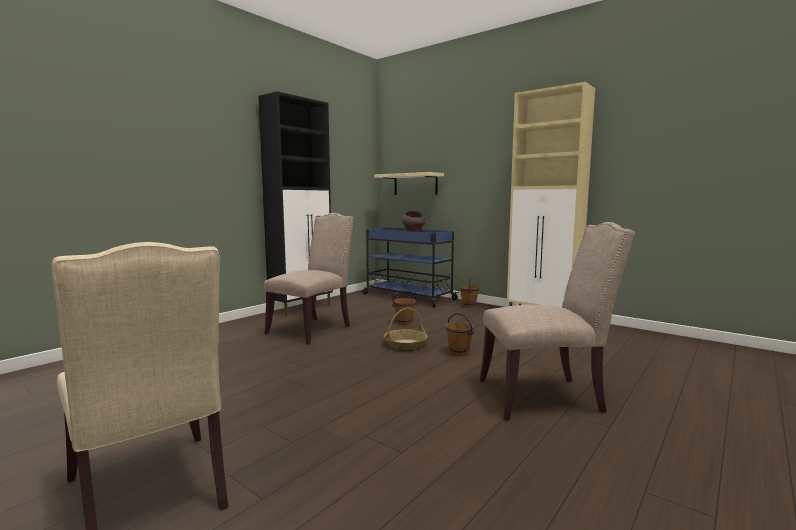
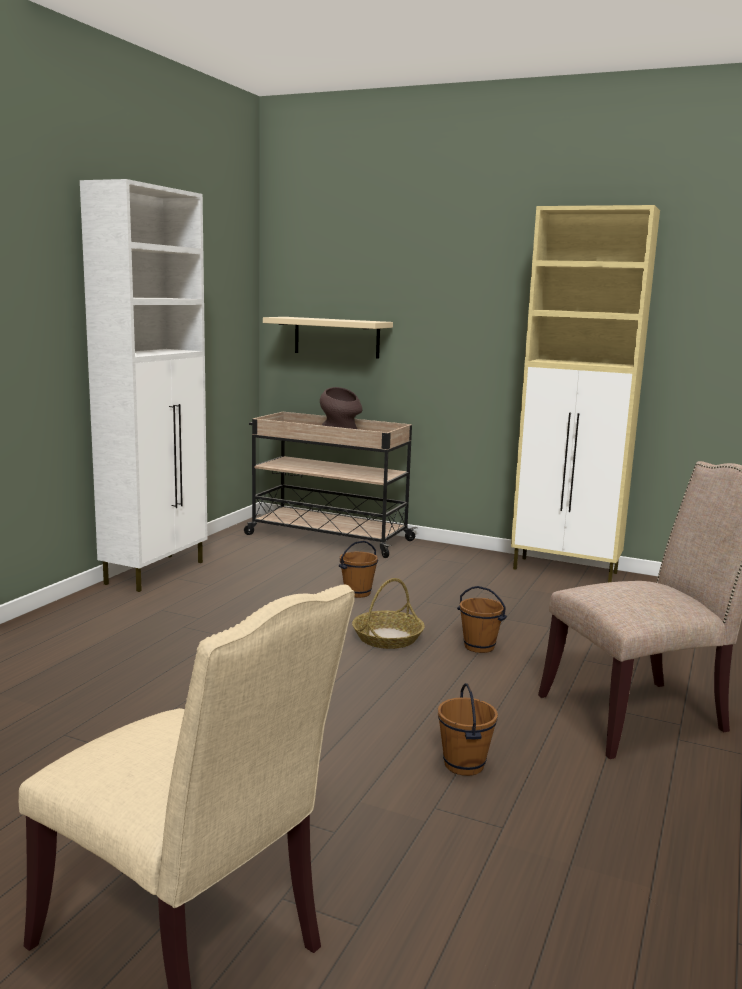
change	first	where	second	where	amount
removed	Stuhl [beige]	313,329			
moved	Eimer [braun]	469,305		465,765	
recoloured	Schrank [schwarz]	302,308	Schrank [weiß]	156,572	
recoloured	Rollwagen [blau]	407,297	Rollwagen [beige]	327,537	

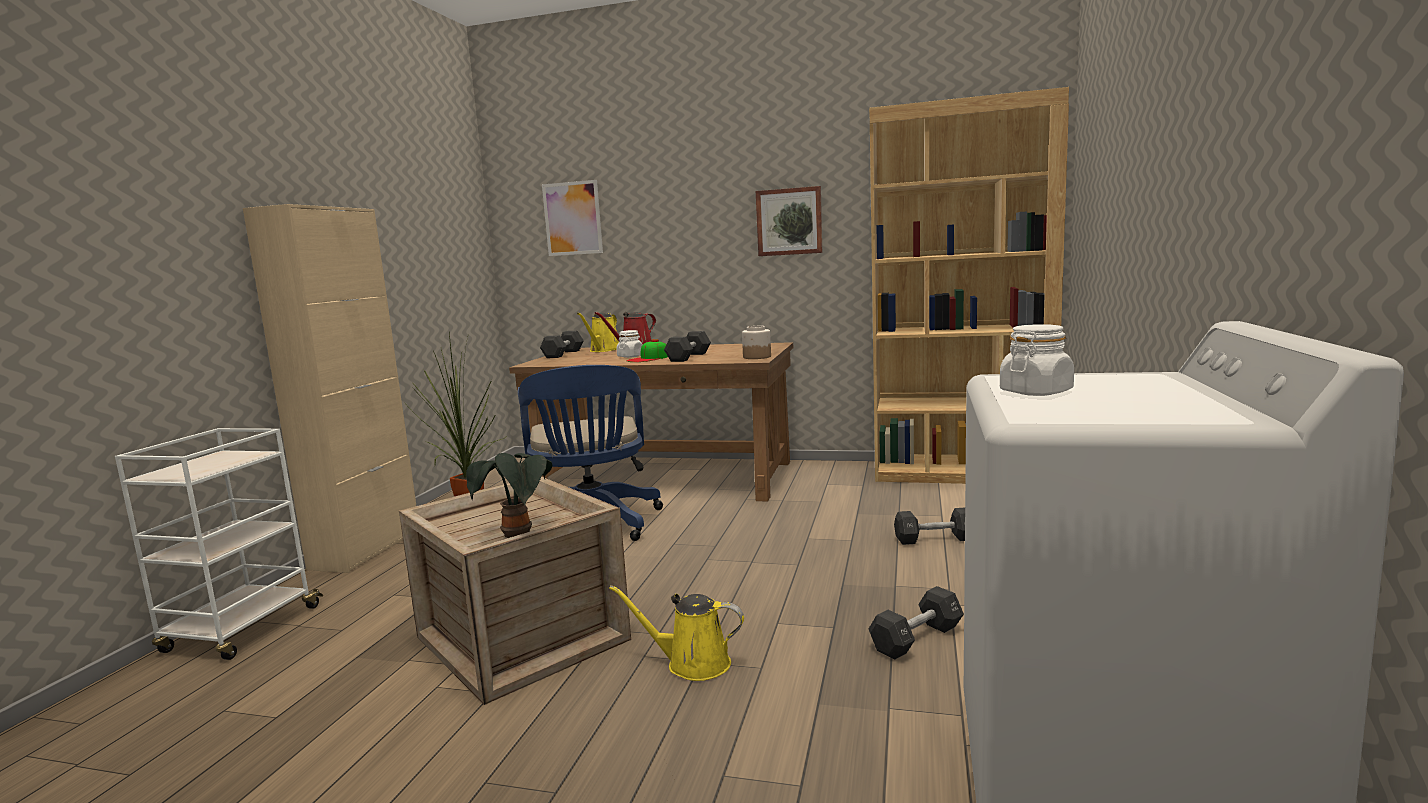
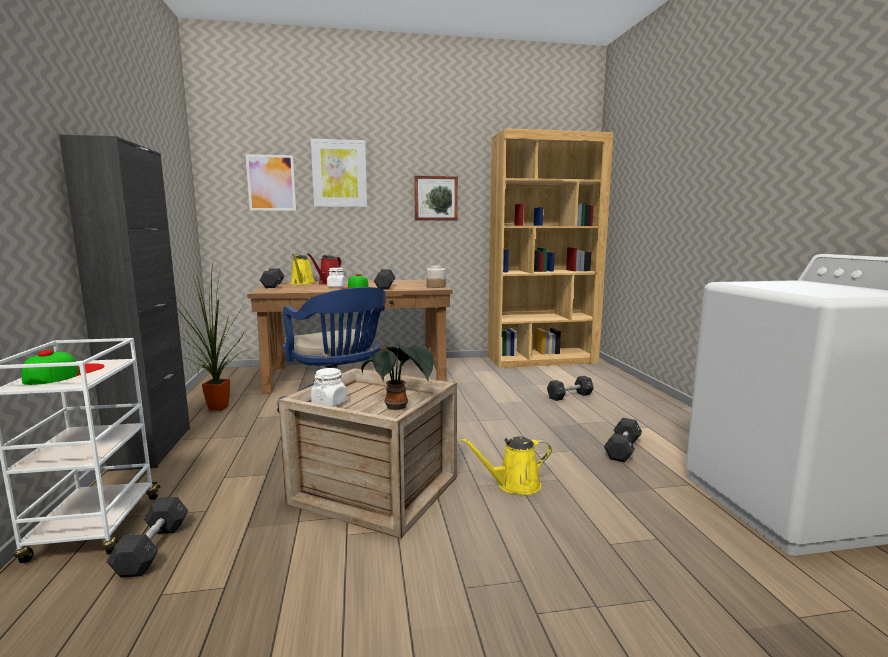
change	first	where	second	where	amount
added			Kappe	64,373	
added			Hantel [grau]	152,549	
added			Bild	339,173	
moved	Vorratsglas [weiß]	1036,392		329,403	
recoloured	Schrank [beige]	366,549	Schrank [schwarz]	152,448	

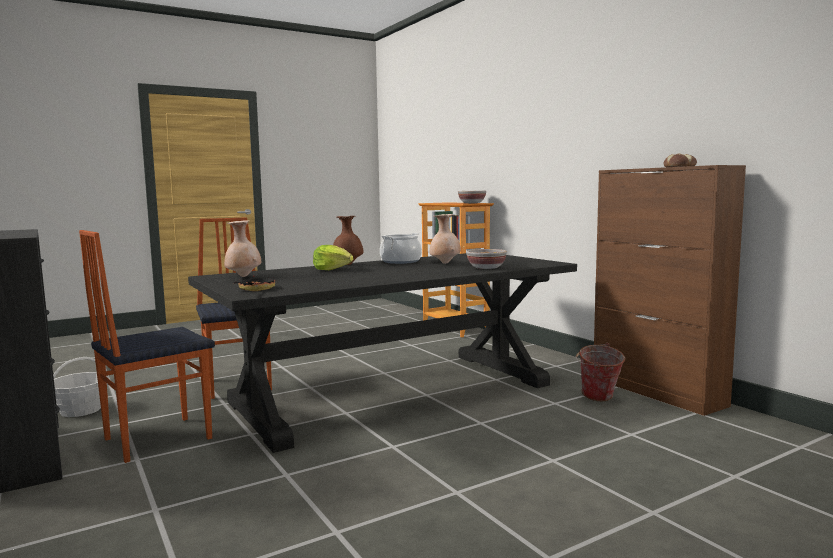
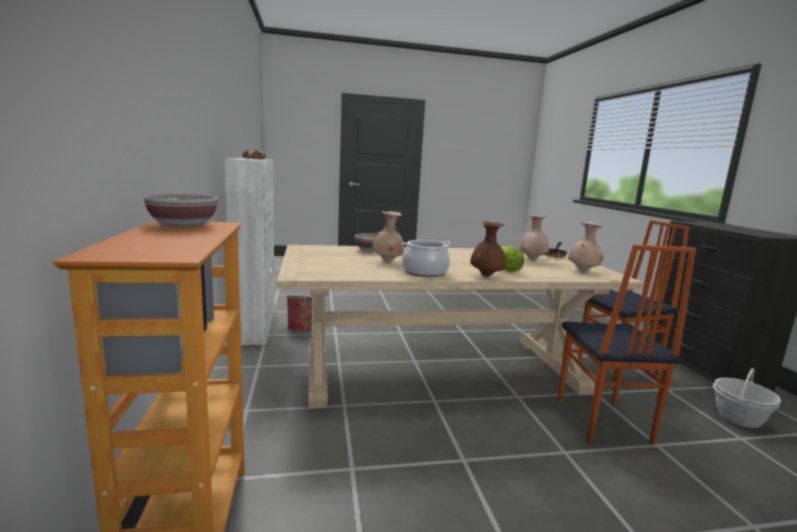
change	first	where	second	where	amount
added			Vase [beige]	532,260	
recoloured	Esstisch [schwarz]	393,393	Esstisch [beige]	441,368	
recoloured	Schrank [braun]	657,392	Schrank [weiß]	255,325	

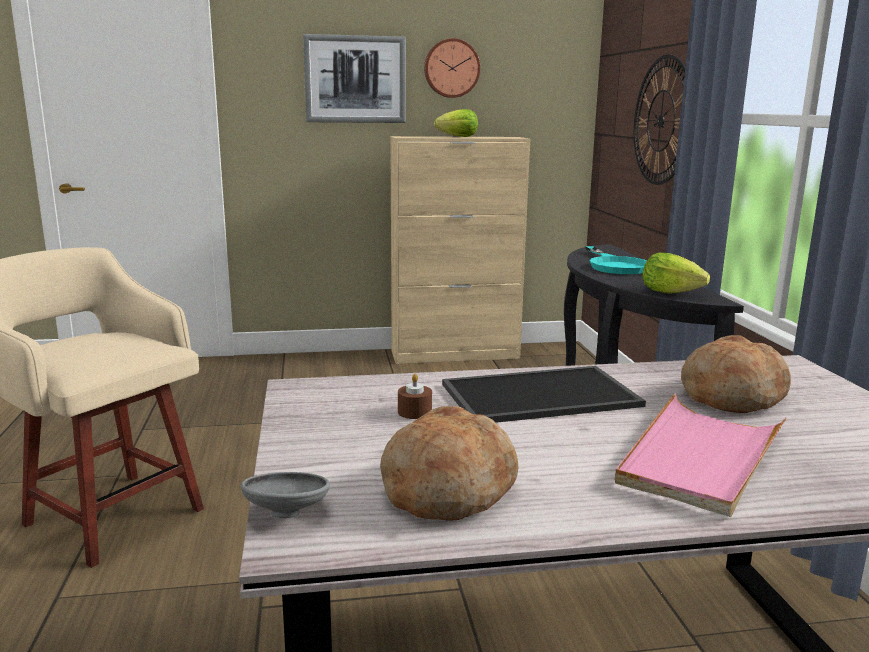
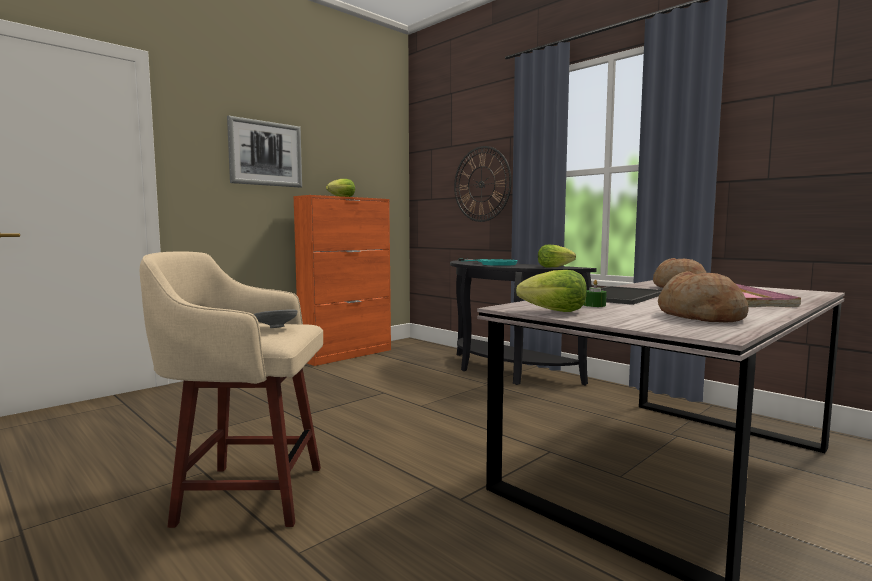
change	first	where	second	where	amount
removed	Wanduhr	451,68			
added			Salatkopf	554,311	
moved	Schüssel [grau]	288,512		276,328	
recoloured	Schrank [beige]	456,354	Schrank [orange]	347,355	
recoloured	Kerze [braun]	414,412	Kerze [grün]	594,305	

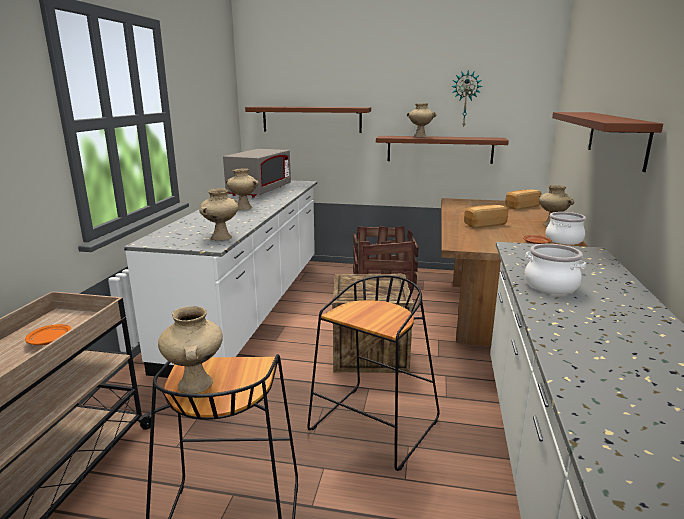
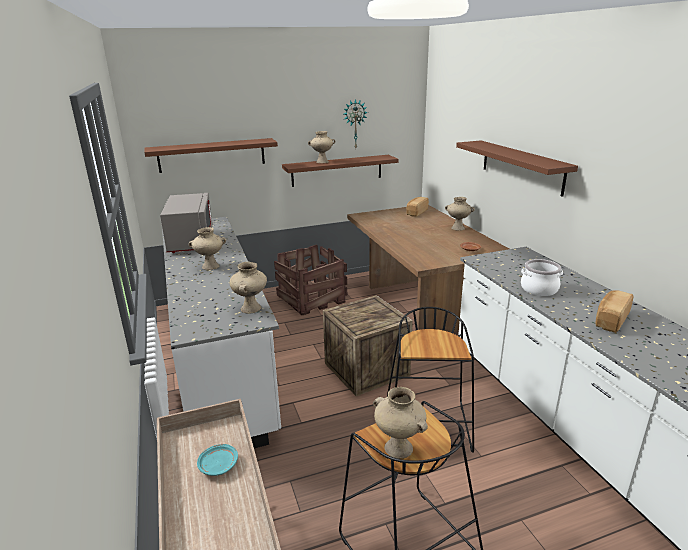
change	first	where	second	where	amount
removed	Kochtopf	564,240			
moved	Brot	484,224		610,320	
recoloured	Teller [orange]	50,341	Teller [türkis]	218,465	

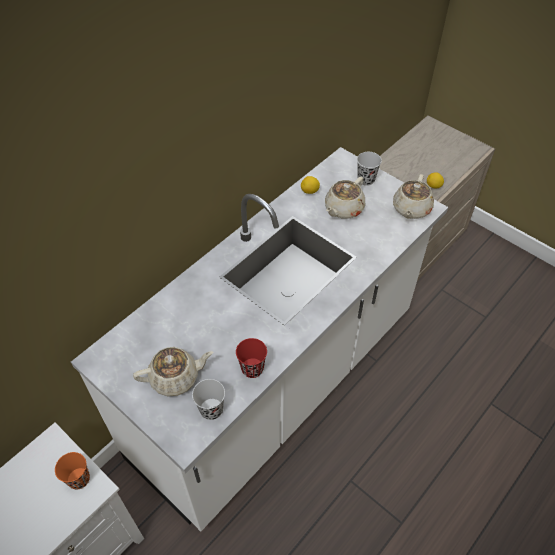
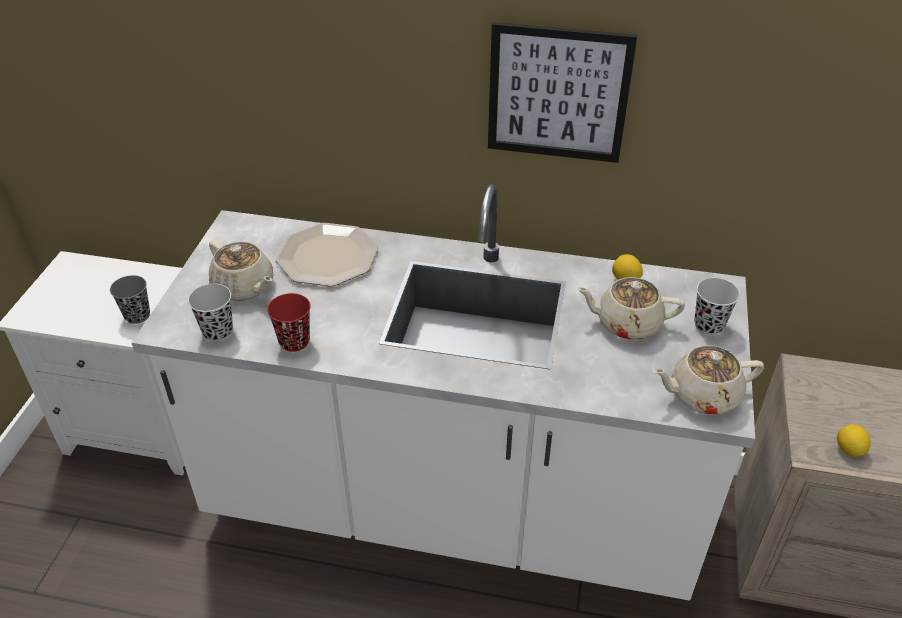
change	first	where	second	where	amount
added			Teller	327,257	
added			Bild	558,93	
recoloured	Tasse [orange]	79,479	Tasse [grau]	137,315	

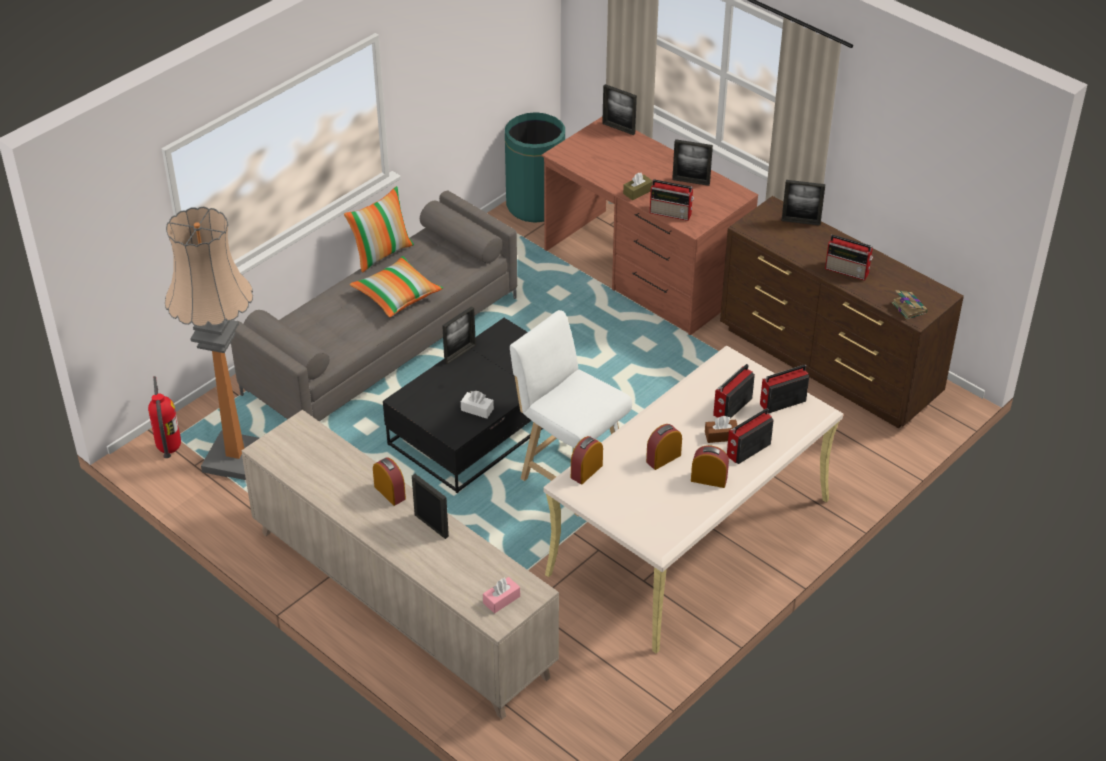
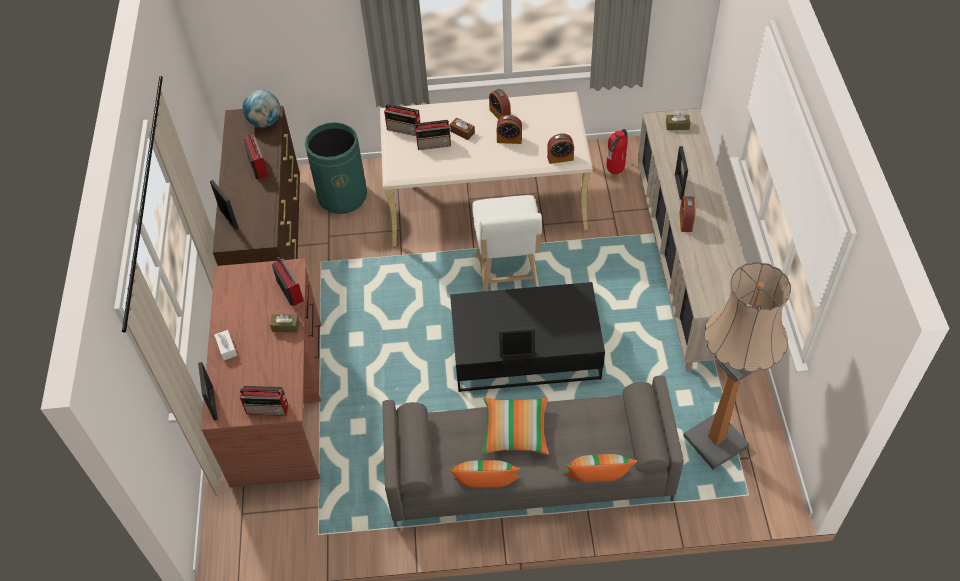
change	first	where	second	where	amount
removed	Bilderrahmen	691,181			
added			Kissen	597,482	
moved	Feuerlöscher	169,449		615,171	
moved	Taschentuchbox [weiß]	477,409		227,348	
moved	Mülleimer [grün]	535,205		342,196	
moved	Radio	747,450		268,409	
replaced	Buch	908,307	Globus	265,122	
recoloured	Taschentuchbox [rosa]	501,600	Taschentuchbox [braun]	677,126	

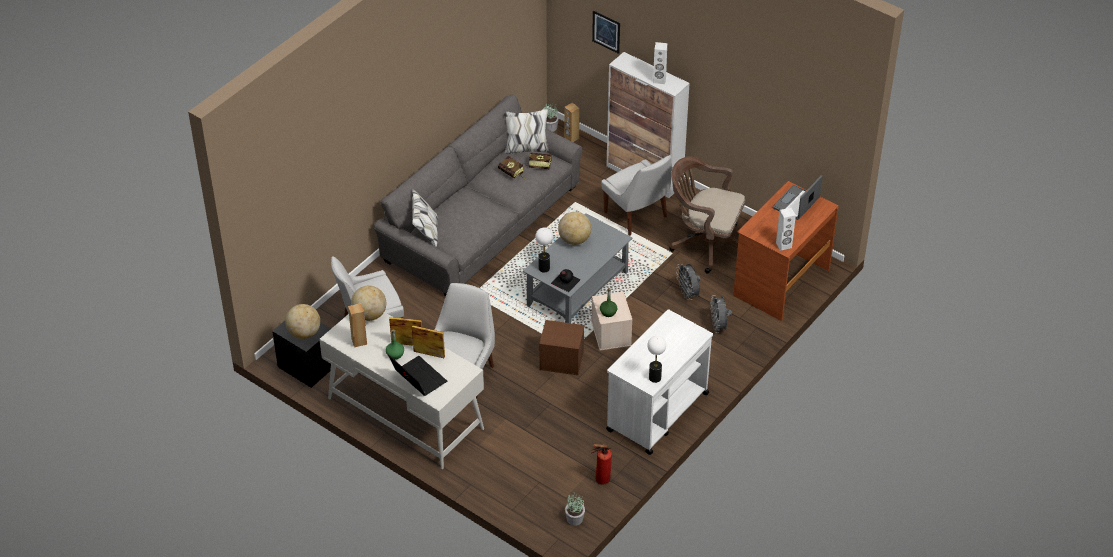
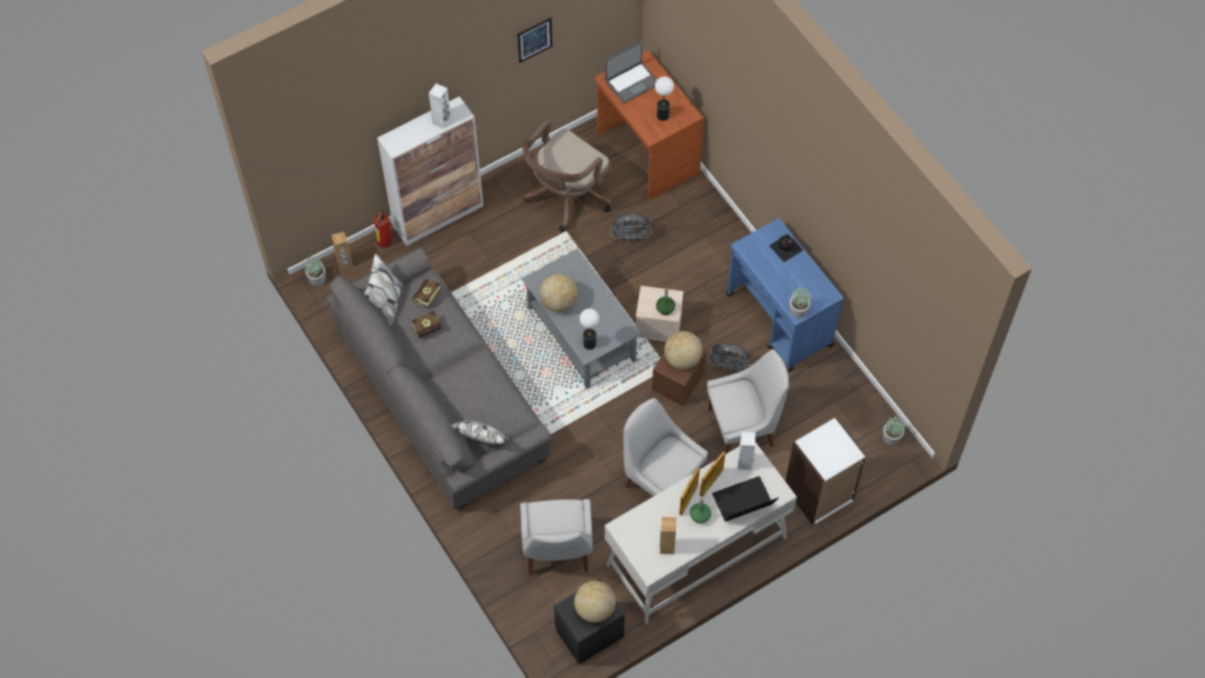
change	first	where	second	where	amount
added			Bücherregal [weiß]	819,494	
added			Topfpflanze	798,311	
moved	Globus	369,315		682,359	
moved	Flasche [schwarz]	565,281		785,248	
moved	Feuerlöscher	600,480		384,244	
moved	Bild	606,31		534,40	
moved	Stuhl [weiß]	637,216		743,427	
moved	Tischlampe	654,378		663,116	
moved	Ventilator [grau]	719,327		729,367	
moved	Lautsprecher [weiß]	783,245		745,462	
recoloured	Rollwagen [weiß]	657,412	Rollwagen [blau]	779,320	
turned	Laptop	796,204		631,82	90 degrees counterclockwise

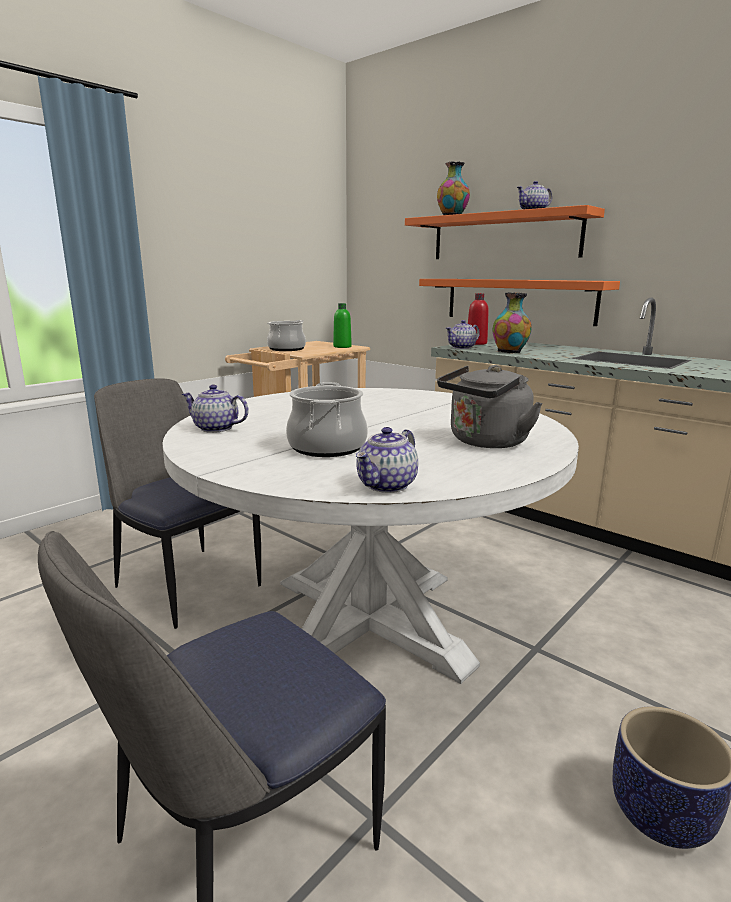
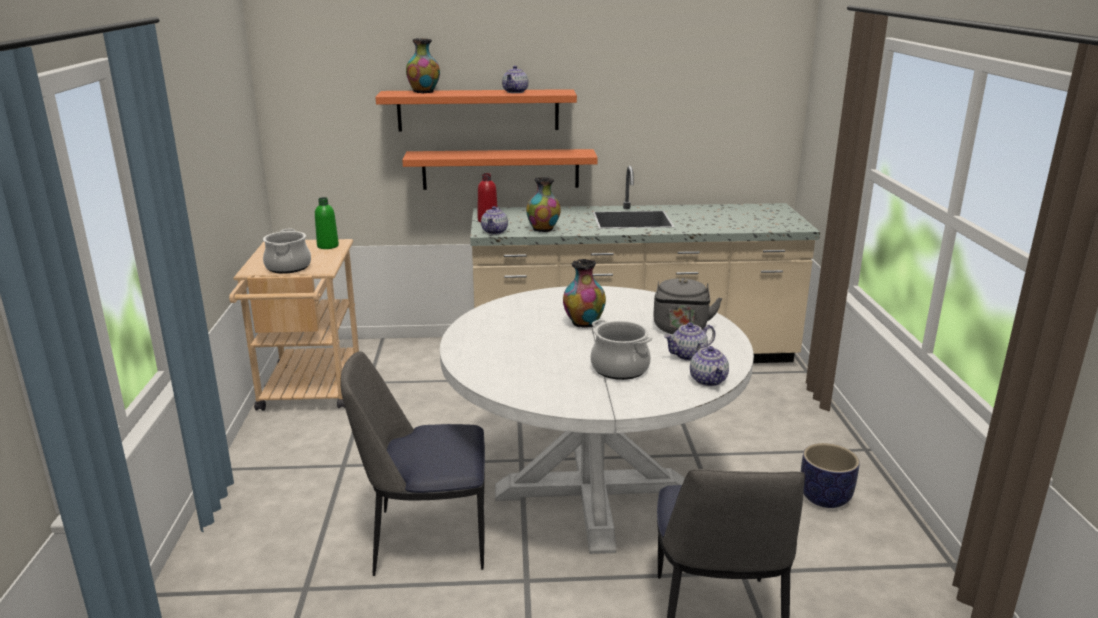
change	first	where	second	where	amount
added			Vase	583,323	
moved	Teekanne	215,428		688,355	

